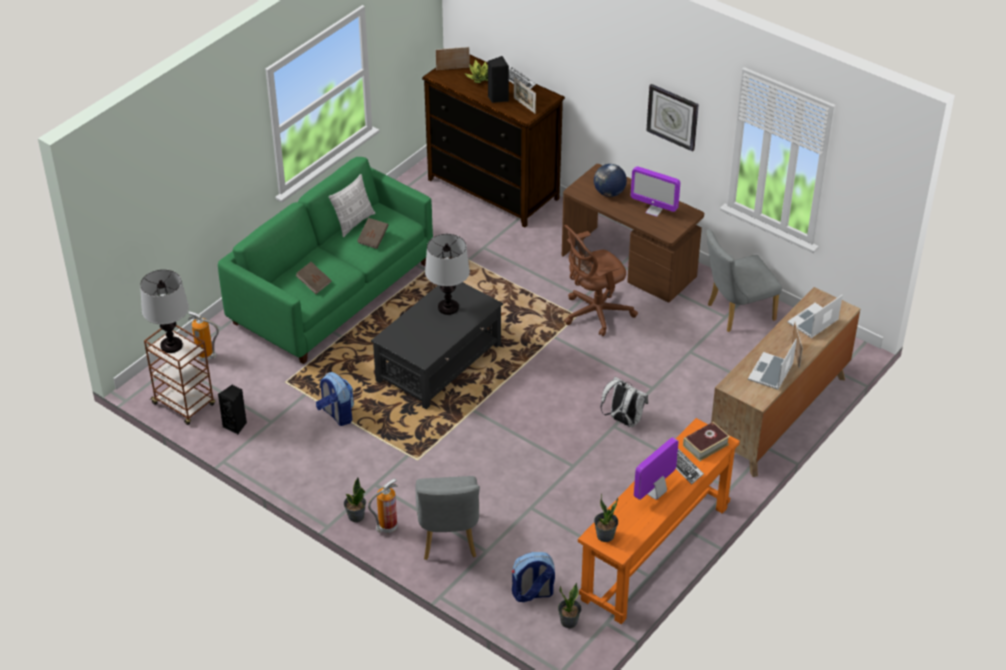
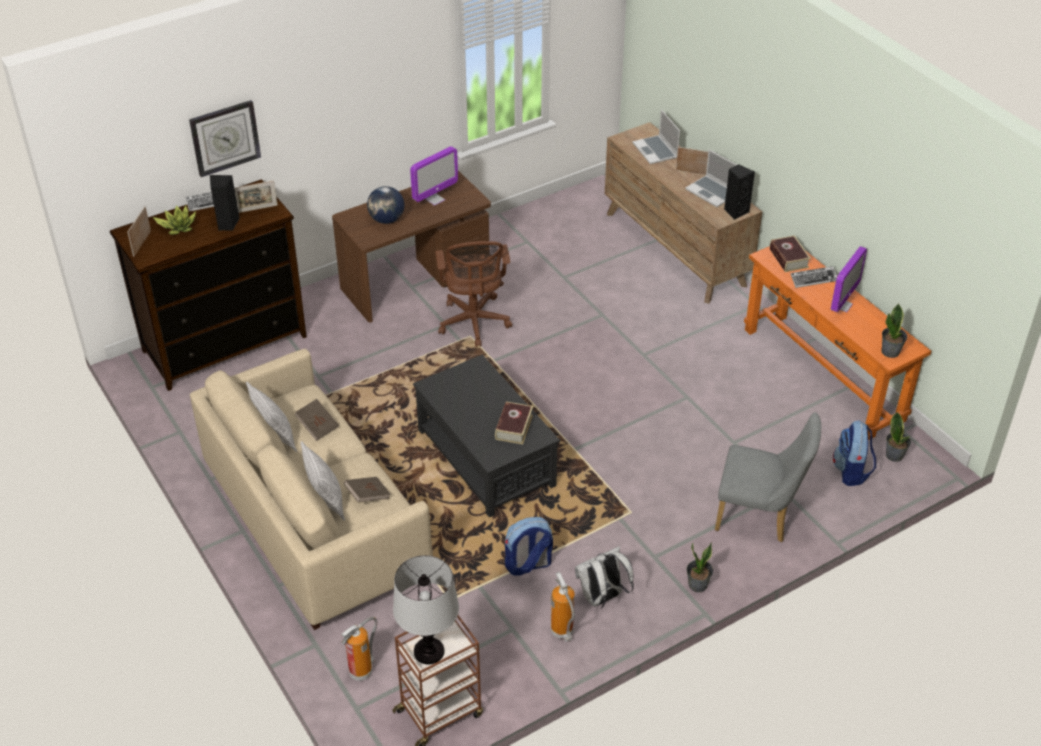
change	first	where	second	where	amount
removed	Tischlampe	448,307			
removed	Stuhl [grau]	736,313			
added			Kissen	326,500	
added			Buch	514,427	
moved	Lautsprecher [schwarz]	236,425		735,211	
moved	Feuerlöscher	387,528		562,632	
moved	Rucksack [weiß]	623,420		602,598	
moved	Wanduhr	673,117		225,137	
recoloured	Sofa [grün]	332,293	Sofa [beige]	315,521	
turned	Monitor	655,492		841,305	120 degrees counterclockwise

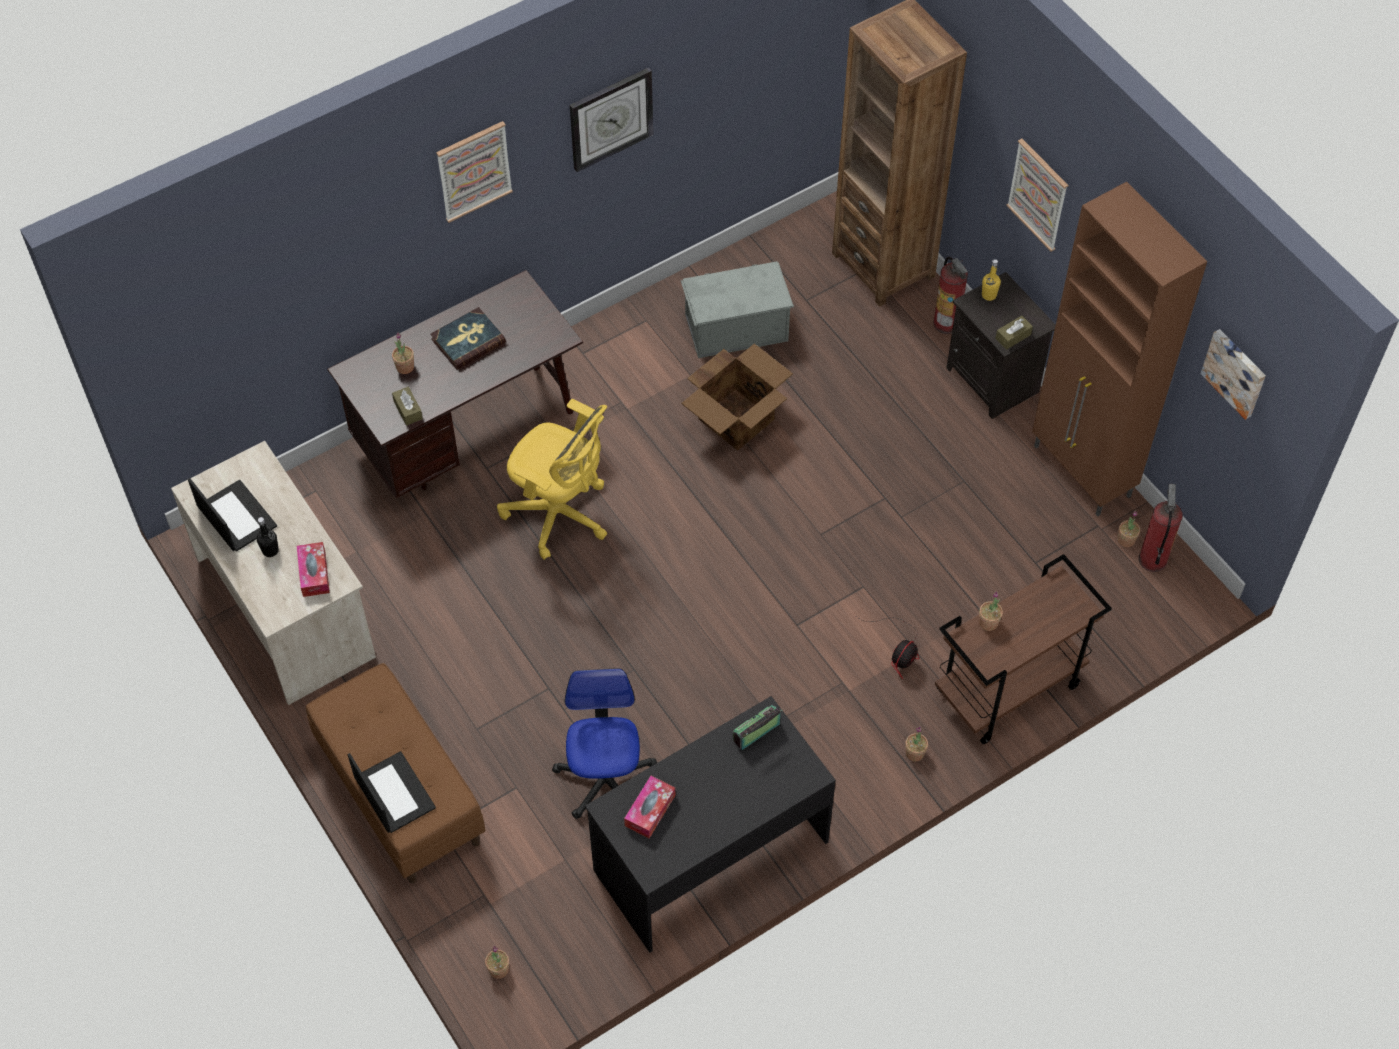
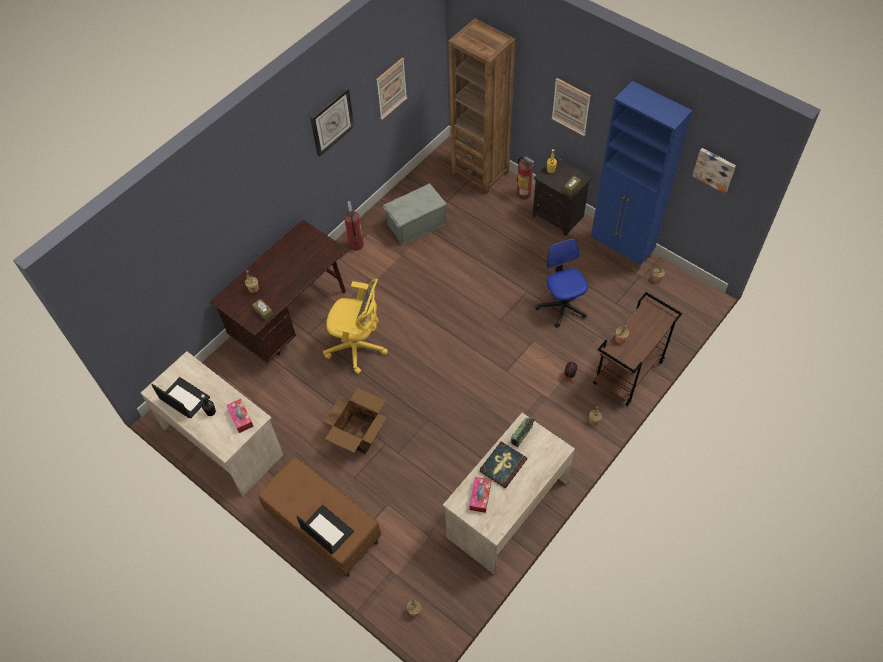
change	first	where	second	where	amount
moved	Buch	468,340		503,465	
moved	Bild	474,170		391,88	
moved	Bürostuhl	605,779		562,306	
moved	Karton	737,419		359,434	
moved	Feuerlöscher	1152,559		356,244	
recoloured	Schreibtisch [schwarz]	710,854	Schreibtisch [beige]	507,509	
recoloured	Schrank [braun]	1082,473	Schrank [blau]	621,251	

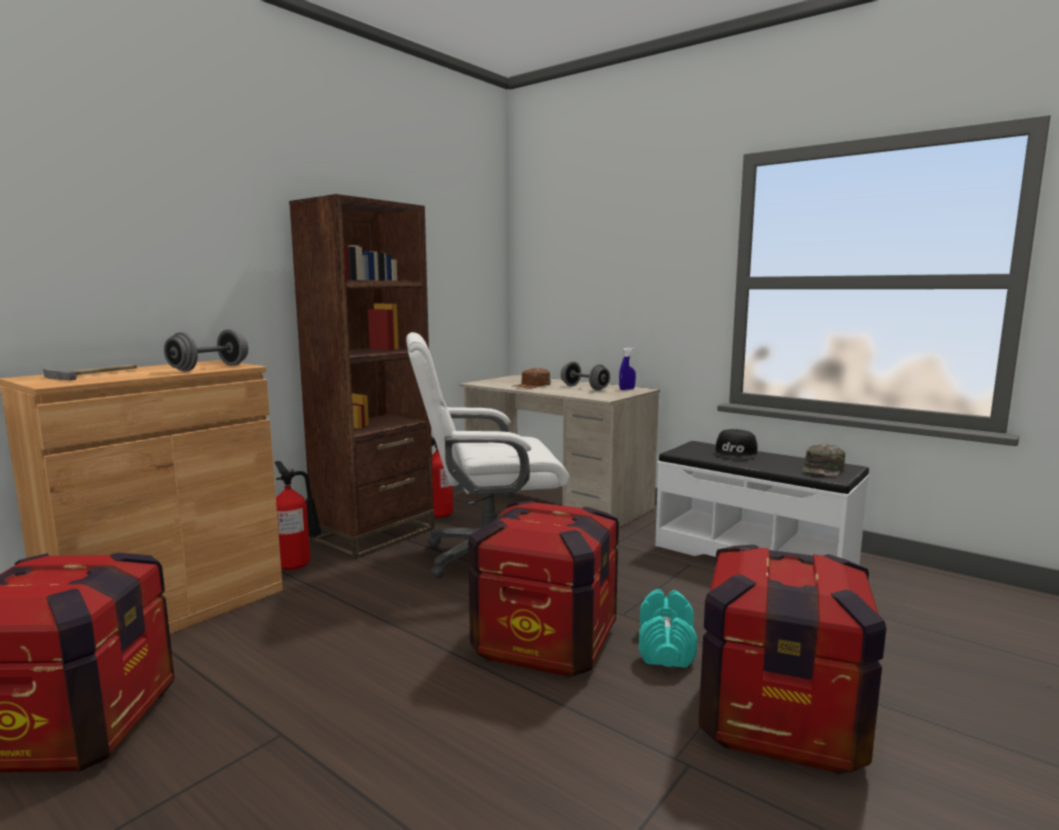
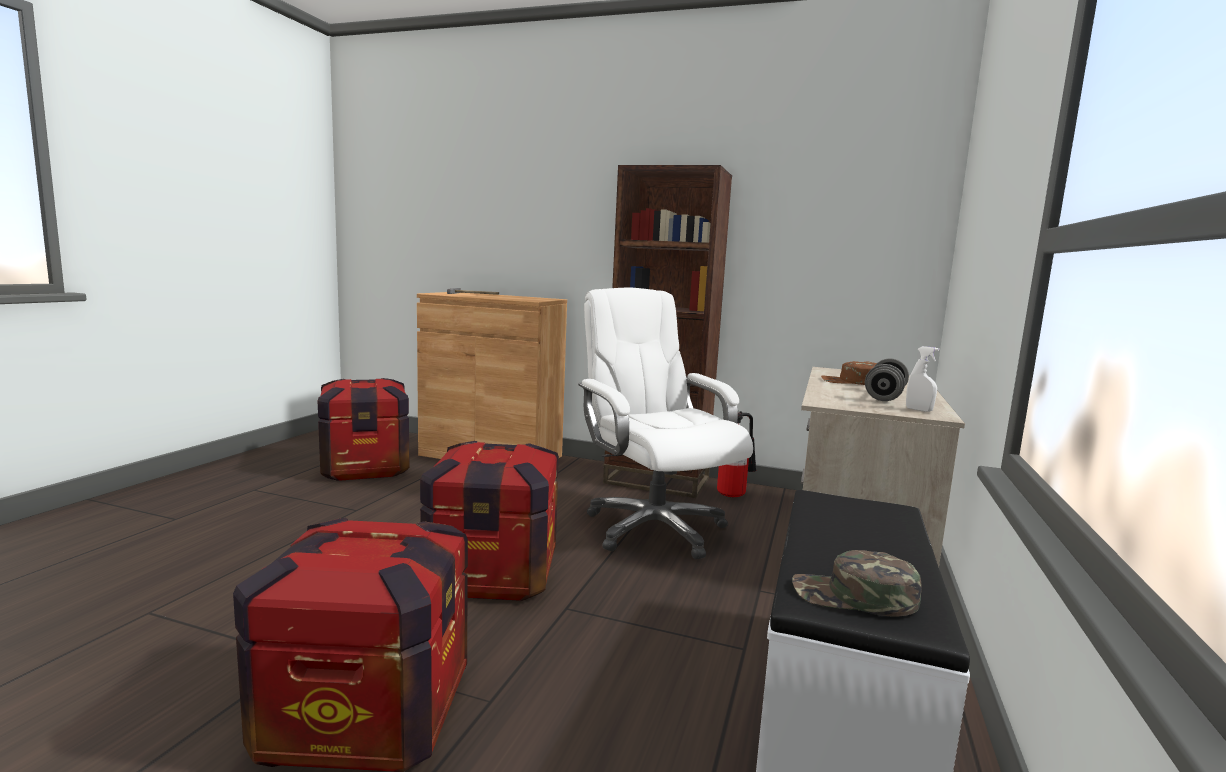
change	first	where	second	where	amount
removed	Hantel [grau]	209,368			
removed	Feuerlöscher	297,565			
removed	Hantel [türkis]	666,647			
removed	Kappe [schwarz]	735,453			
recoloured	Sprühflasche [blau]	627,389	Sprühflasche [weiß]	918,410	

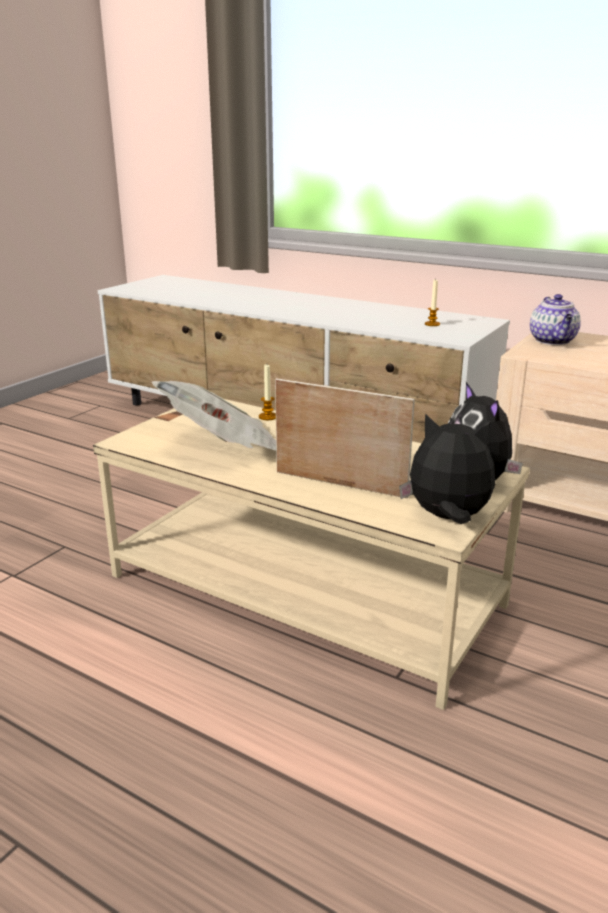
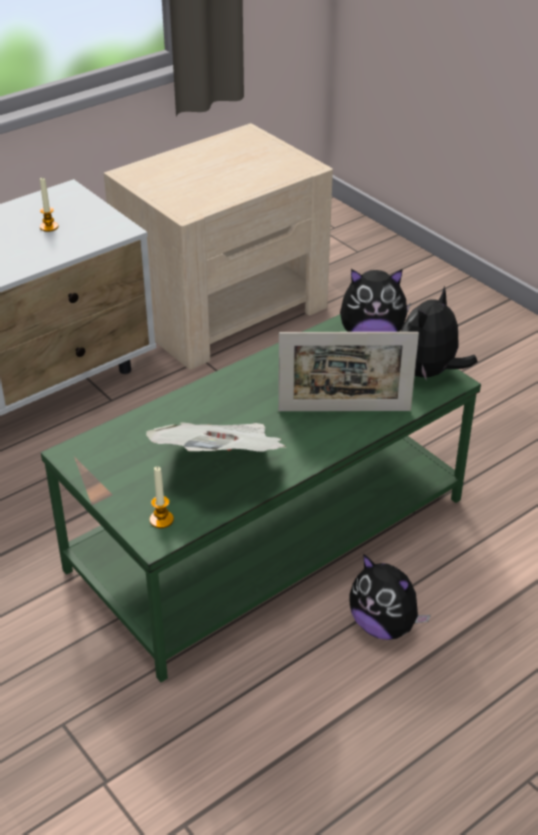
change	first	where	second	where	amount
removed	Teekanne	553,341			
added			Plüschtier	384,625	
moved	Kerze	268,417		161,520	
recoloured	Couchtisch [beige]	301,590	Couchtisch [grün]	268,536	
turned	Bilderrahmen	340,484		344,410	135 degrees counterclockwise

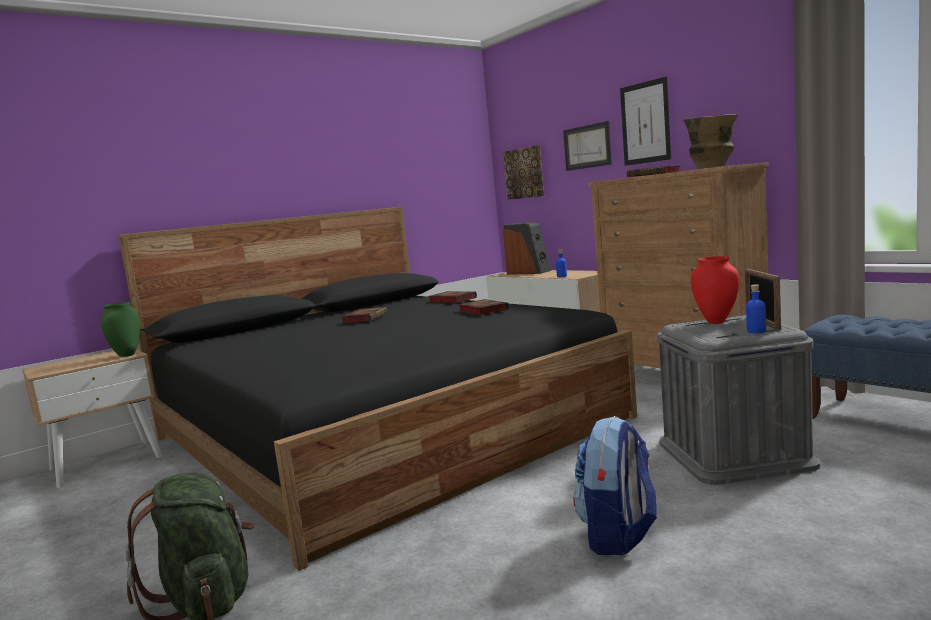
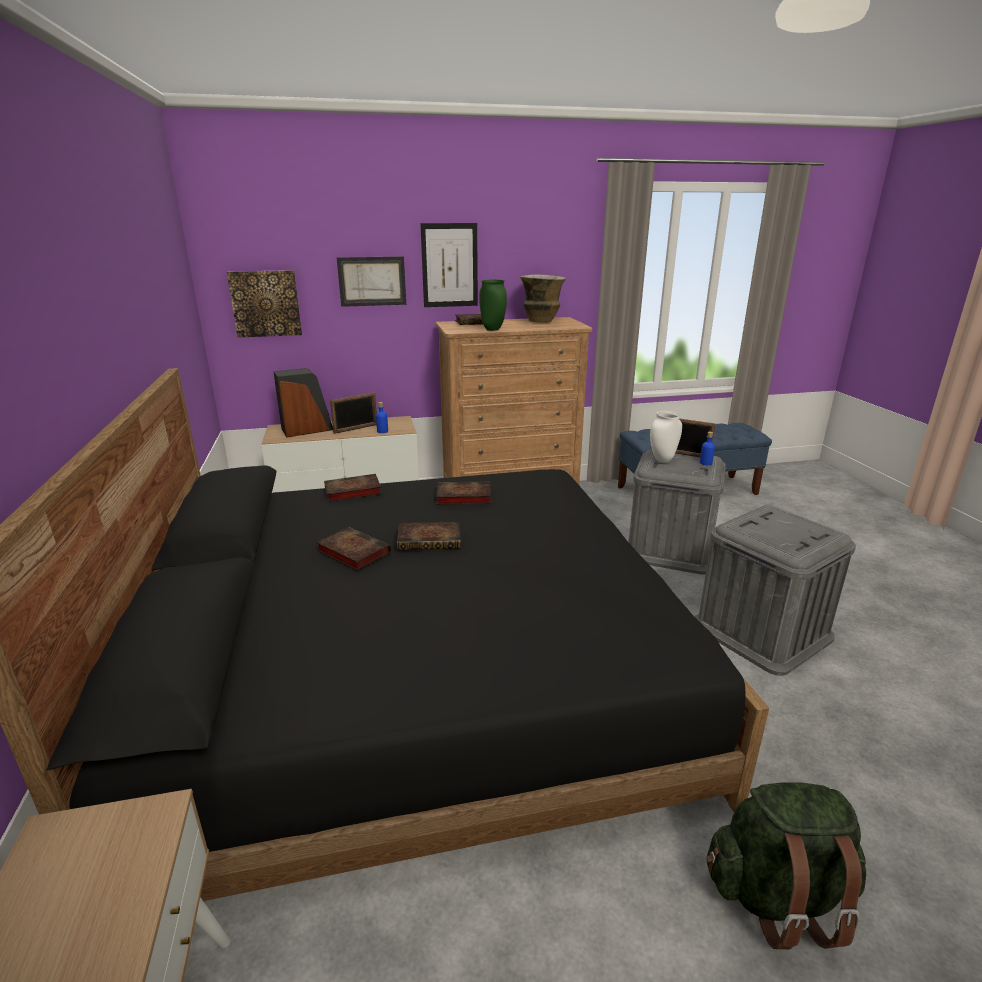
change	first	where	second	where	amount
added			Bilderrahmen	356,429	
added			Buch	431,540	
moved	Vase [grün]	127,355		493,329	
replaced	Rucksack	618,535	Aufbewahrungsbox [grau]	761,630	
recoloured	Vase [rot]	715,322	Vase [weiß]	662,460	

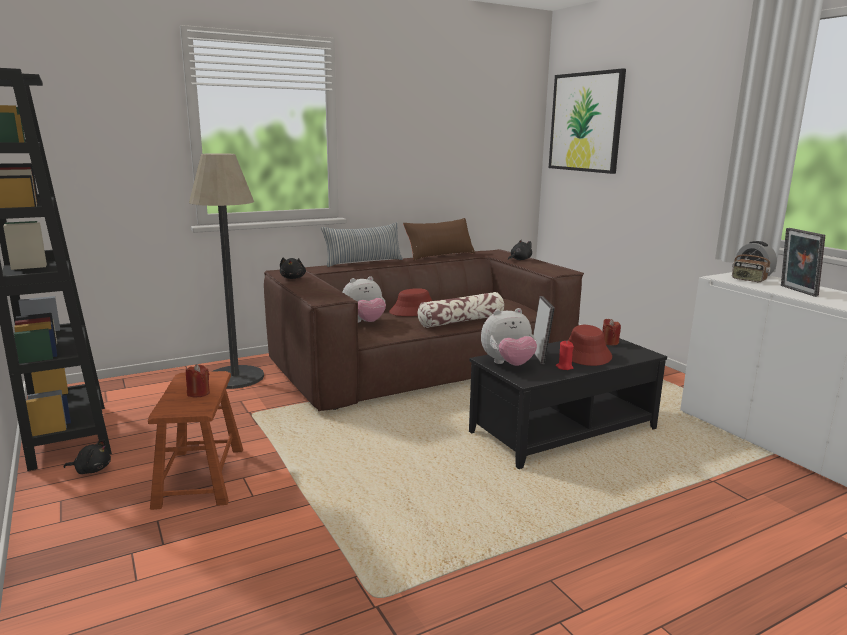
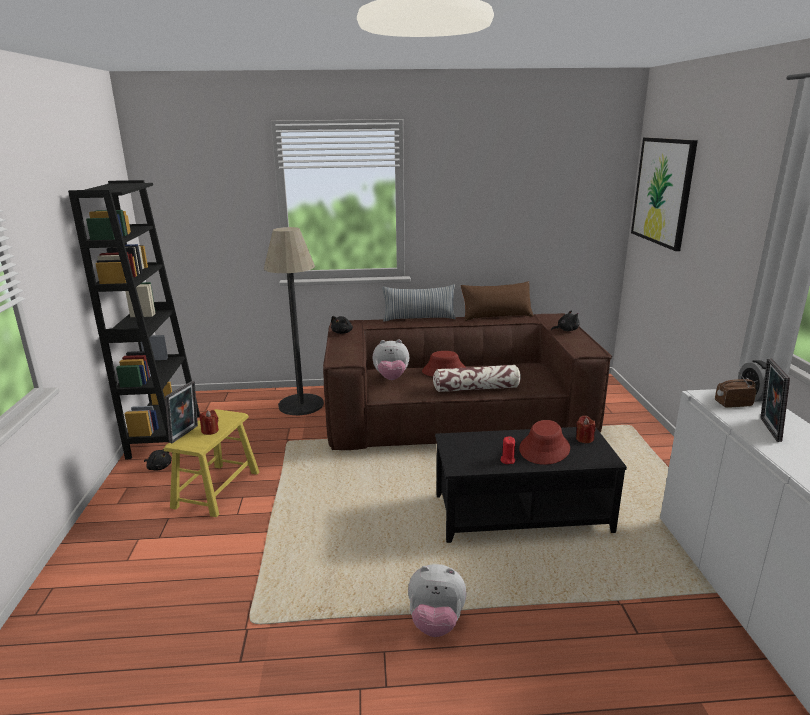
change	first	where	second	where	amount
moved	Plüschtier	508,364		436,623	
moved	Bilderrahmen	540,356		186,434	
recoloured	Hocker [braun]	200,477	Hocker [gelb]	216,489	
turned	Radio	748,280		732,404	105 degrees clockwise

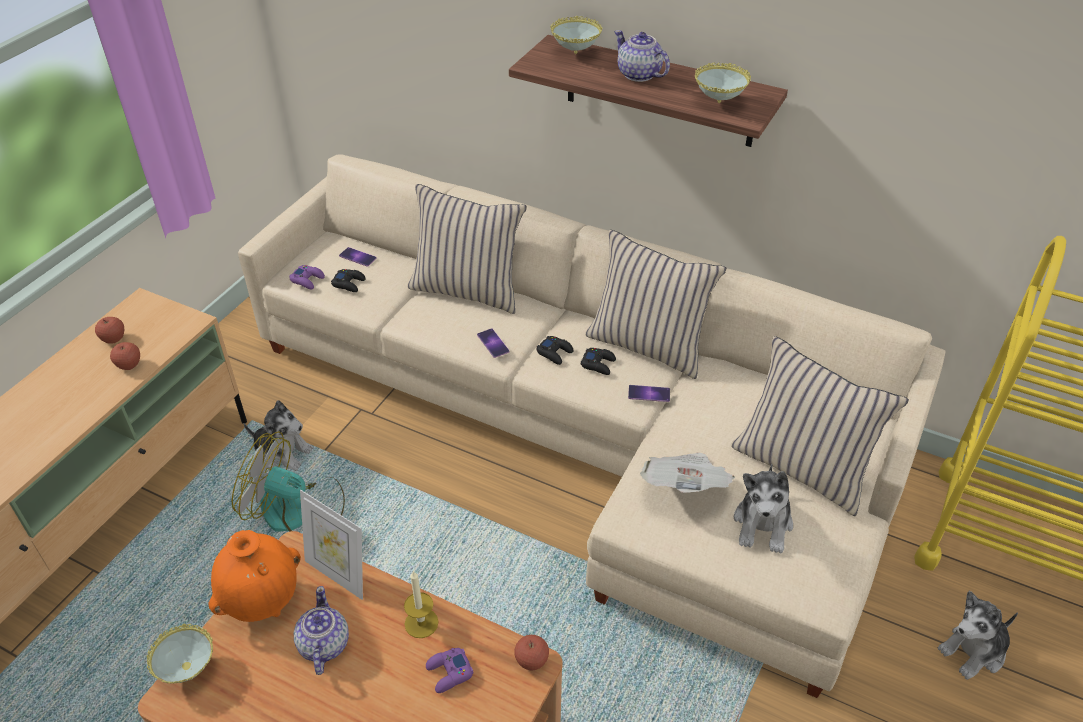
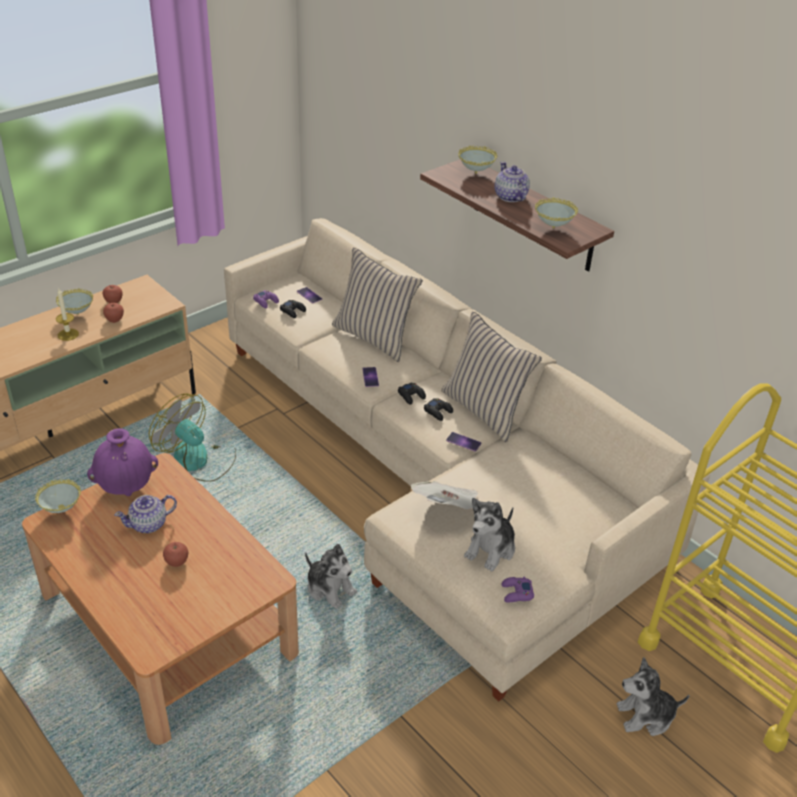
change	first	where	second	where	amount
removed	Bilderrahmen	339,574			
removed	Kissen [beige]	802,467			
added			Schüssel	77,314	
moved	Plüschtier	282,452		330,588	
moved	Kerze	421,623		68,334	
moved	Gamepad [lila]	449,673		516,593	
moved	Apfel	531,661		177,562	
recoloured	Vase [orange]	264,602	Vase [lila]	127,488	
turned	Teekanne	323,645		149,524	135 degrees counterclockwise

